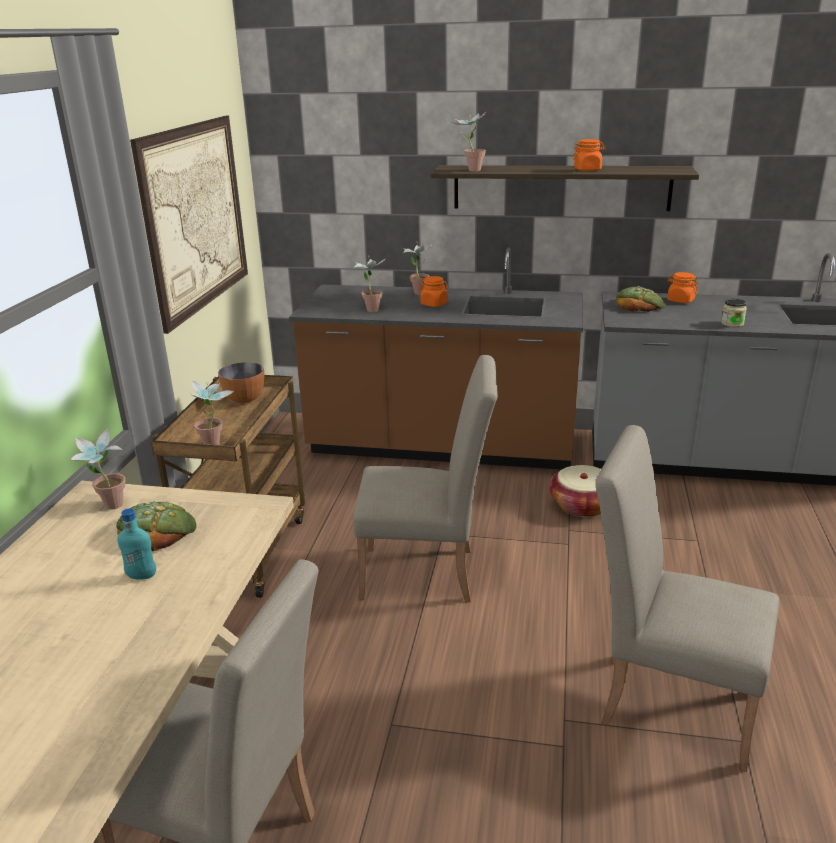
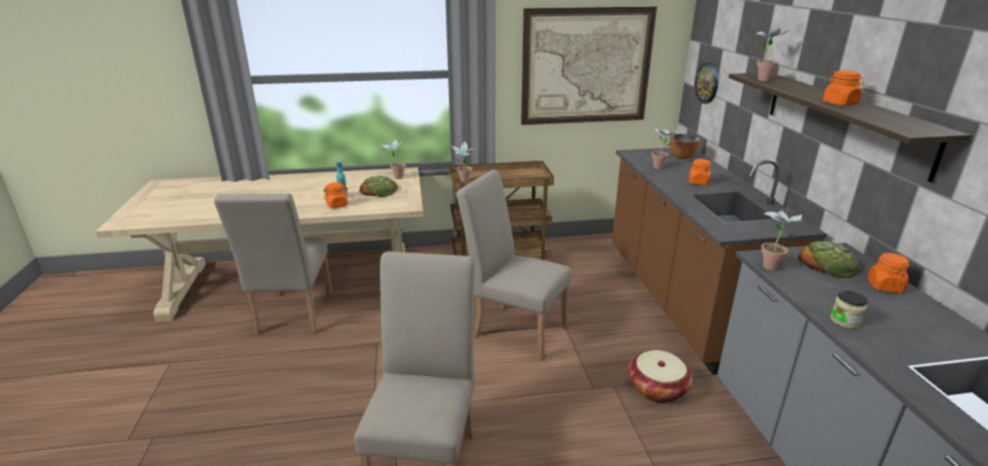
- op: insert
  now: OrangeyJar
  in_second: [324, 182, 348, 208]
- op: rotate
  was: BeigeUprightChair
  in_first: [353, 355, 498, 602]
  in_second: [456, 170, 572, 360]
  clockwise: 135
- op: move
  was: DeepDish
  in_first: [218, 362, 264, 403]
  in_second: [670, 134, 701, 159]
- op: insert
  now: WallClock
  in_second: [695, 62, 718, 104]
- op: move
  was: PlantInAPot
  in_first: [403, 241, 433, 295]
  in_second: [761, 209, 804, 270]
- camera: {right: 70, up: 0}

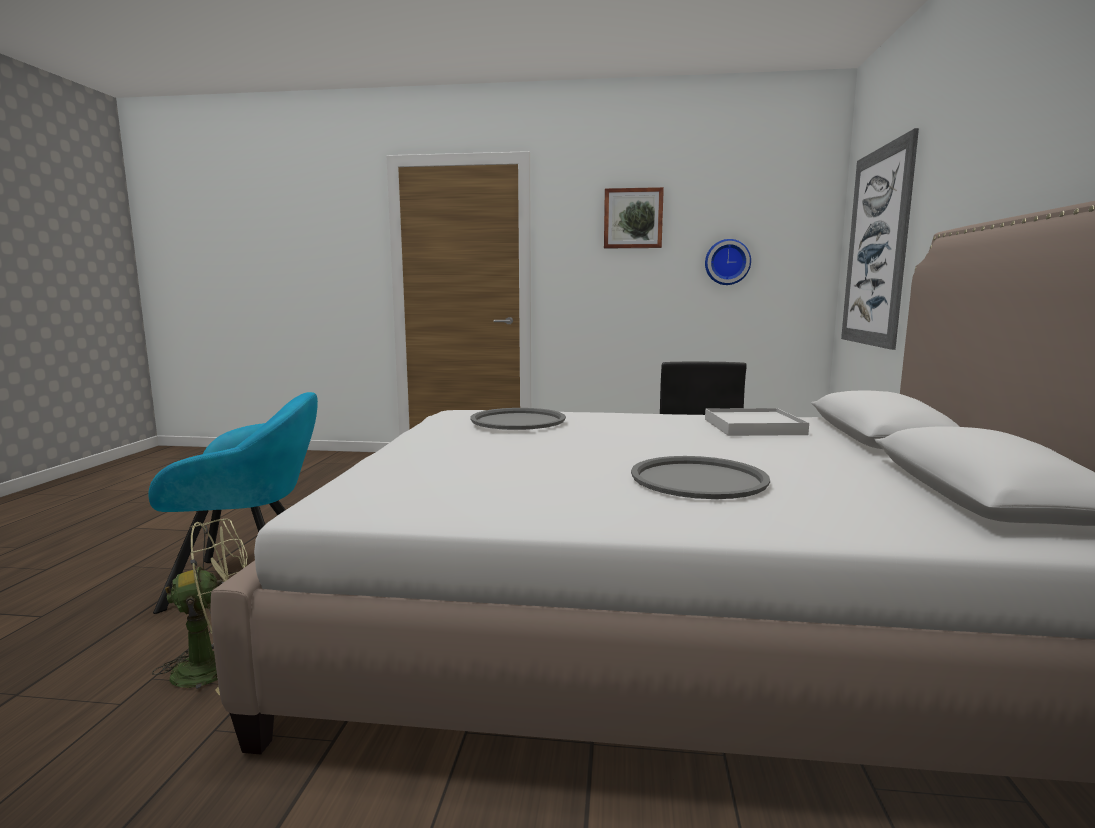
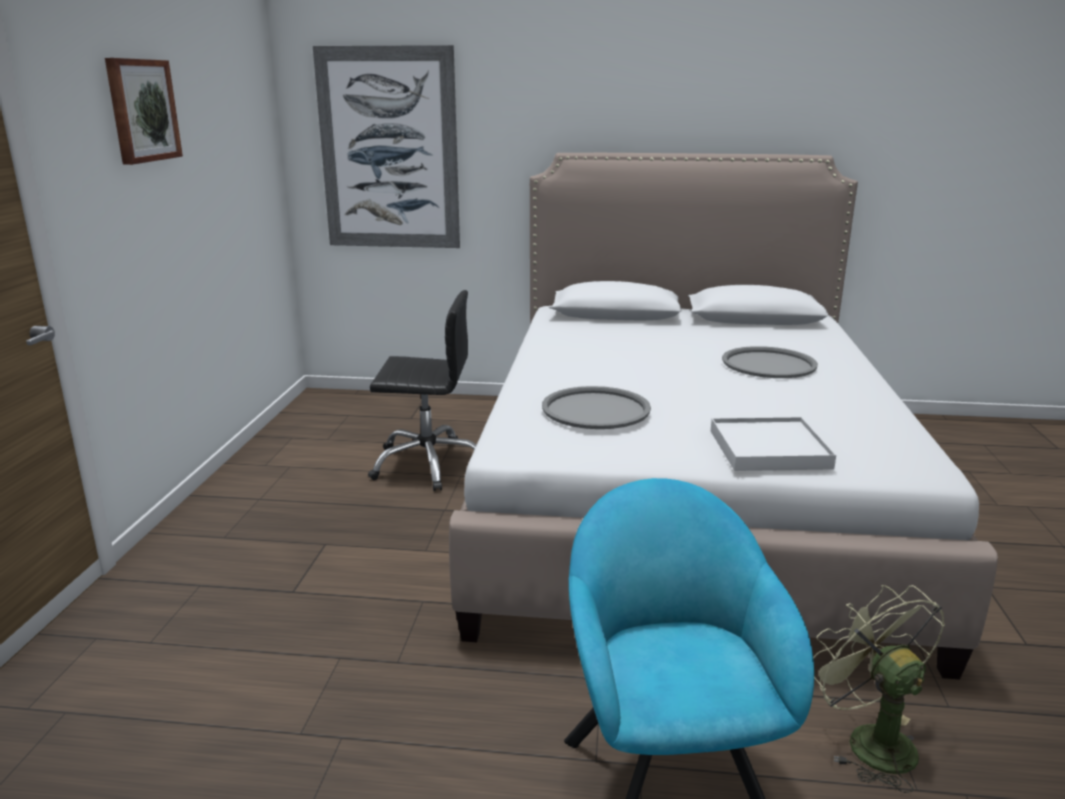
- op: move
  was: WhiteTray
  in_first: [705, 408, 809, 436]
  in_second: [711, 417, 836, 471]
- op: delete
  was: WallClock
  in_first: [705, 239, 751, 285]
- camera: {right: -90, up: 10}

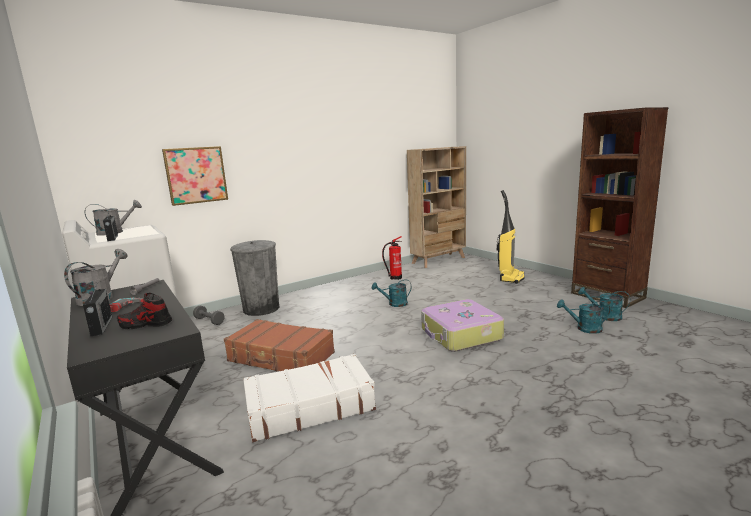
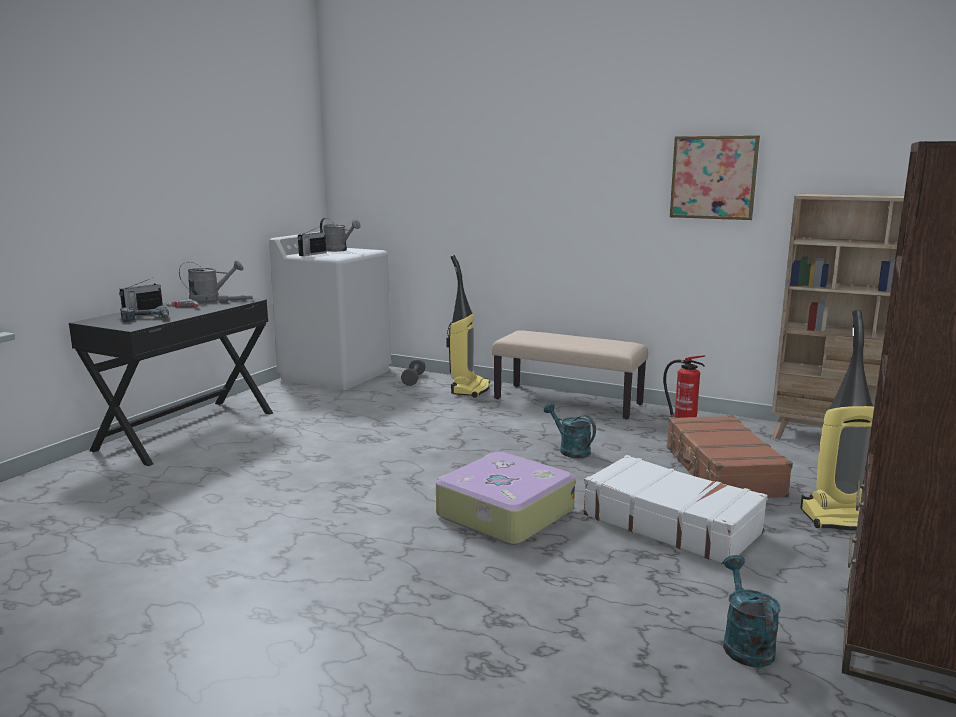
- op: replace
  was: Shoe
  now: Drill
  in_first: [117, 293, 172, 329]
  in_second: [120, 305, 169, 322]
- op: replace
  was: GreyishWasteBin
  now: Hoover
  in_first: [230, 240, 280, 316]
  in_second: [446, 255, 490, 398]
- op: insert
  now: BeigeIndoorBench
  in_second: [492, 331, 648, 419]
- op: move
  was: WhitePieceOfLuggage
  in_first: [243, 354, 376, 442]
  in_second: [583, 455, 767, 565]
- op: move
  was: BrownPieceOfLuggage
  in_first: [224, 319, 335, 372]
  in_second: [666, 415, 793, 498]
- op: move
  was: Picture
  in_first: [162, 146, 228, 206]
  in_second: [670, 135, 760, 220]
- op: delete
  was: TurquoiseWateringPot
  in_first: [557, 299, 610, 334]
- camera: {right: 60, up: 0}

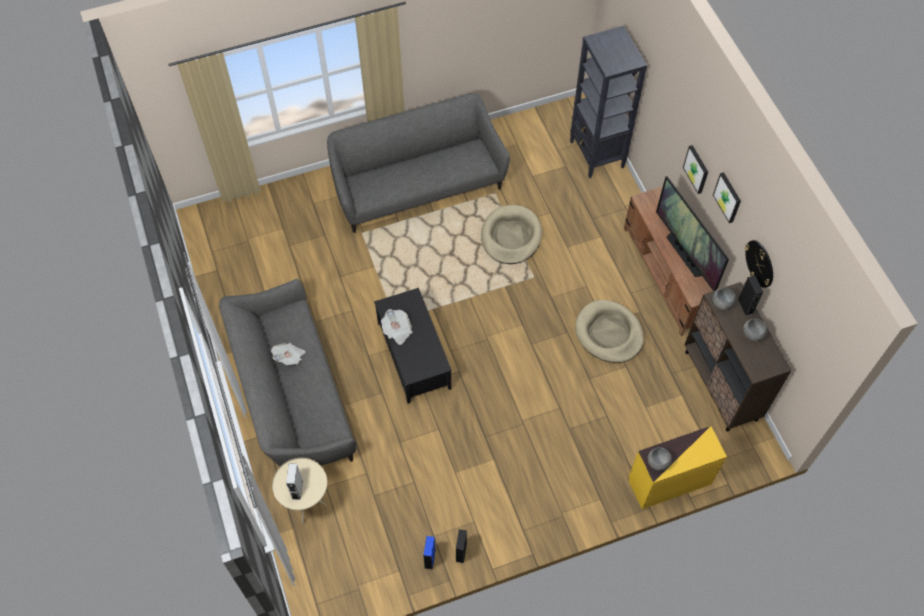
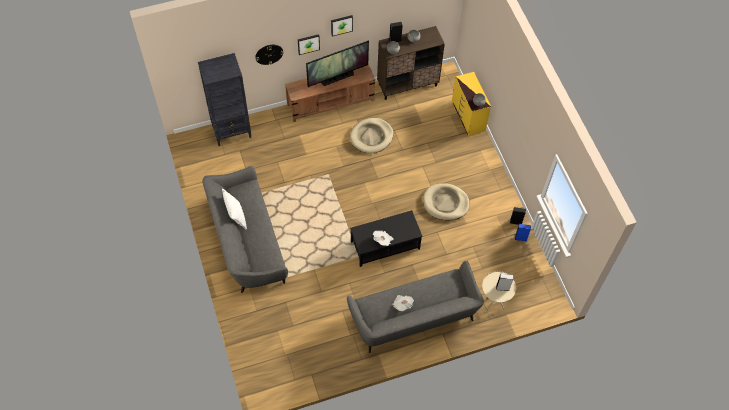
- op: insert
  now: WhiteThrowPillow
  in_second: [222, 188, 247, 230]
- op: move
  was: WallClock
  in_first: [745, 240, 773, 288]
  in_second: [255, 45, 283, 65]
- op: move
  was: BeigePetBed
  in_first: [481, 205, 542, 264]
  in_second: [423, 183, 470, 221]
- camera: {right: -90, up: 0}

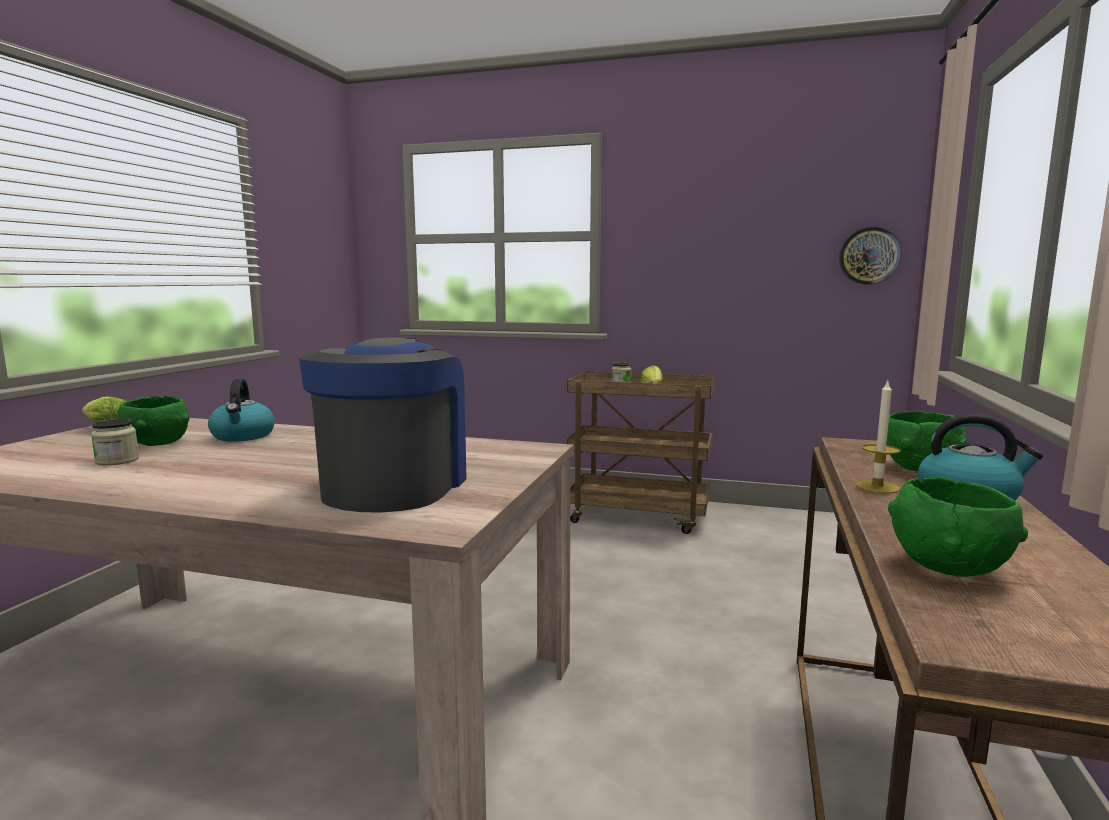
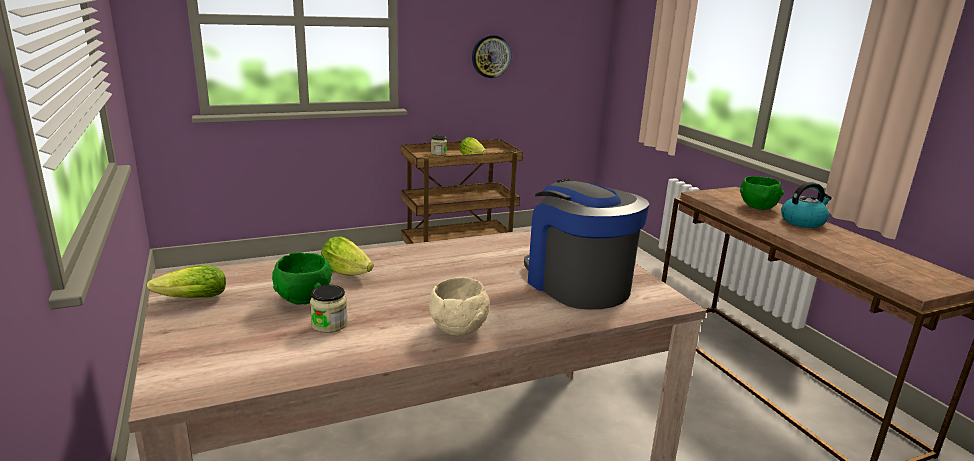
- op: replace
  was: Kettle
  now: LettuceHead
  in_first: [208, 379, 275, 442]
  in_second: [321, 237, 374, 276]
- op: insert
  now: BeigeDeepDish
  in_second: [429, 277, 490, 336]
- op: move
  was: WallClock
  in_first: [839, 227, 901, 285]
  in_second: [472, 35, 511, 78]
- op: delete
  was: Candle
  in_first: [855, 380, 900, 494]
- op: delete
  was: GreenishDeepDish
  in_first: [888, 477, 1028, 577]
- camera: {right: -40, up: 10}

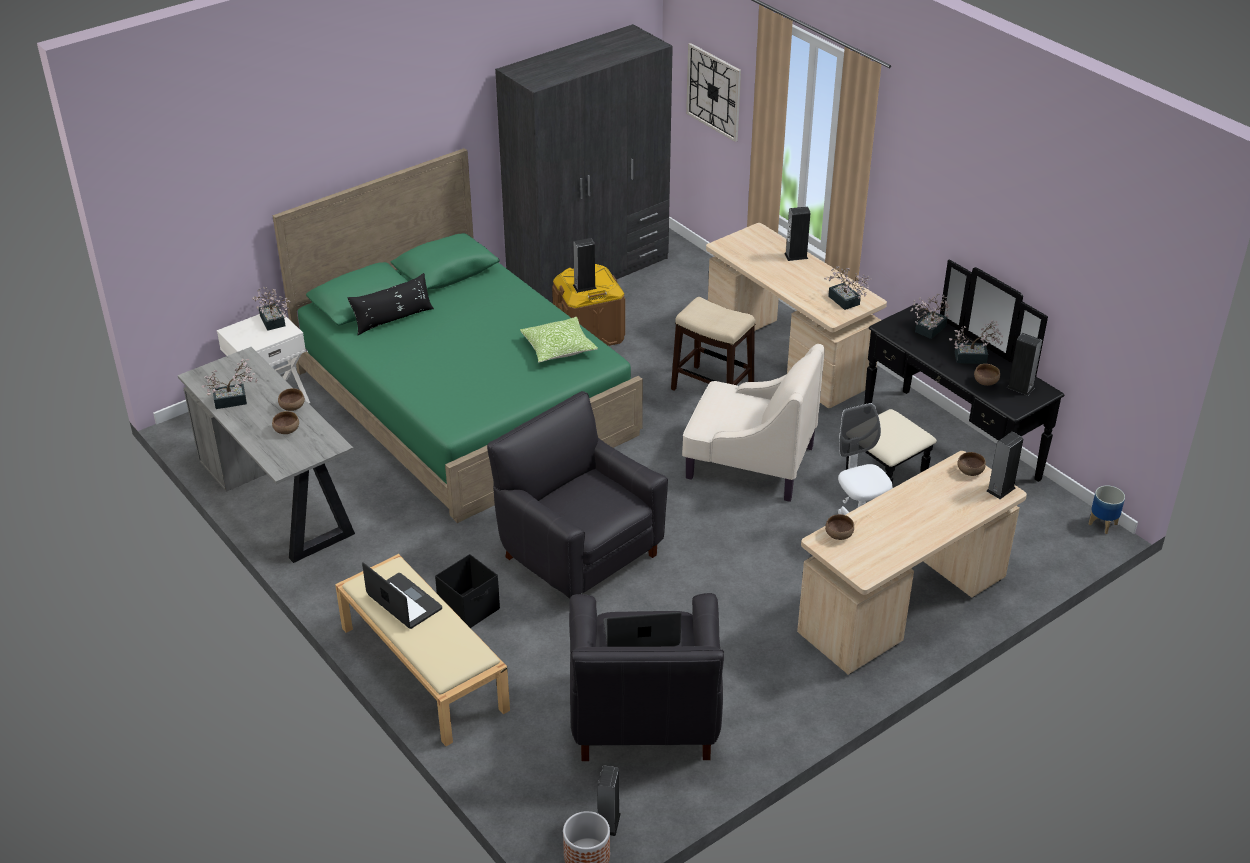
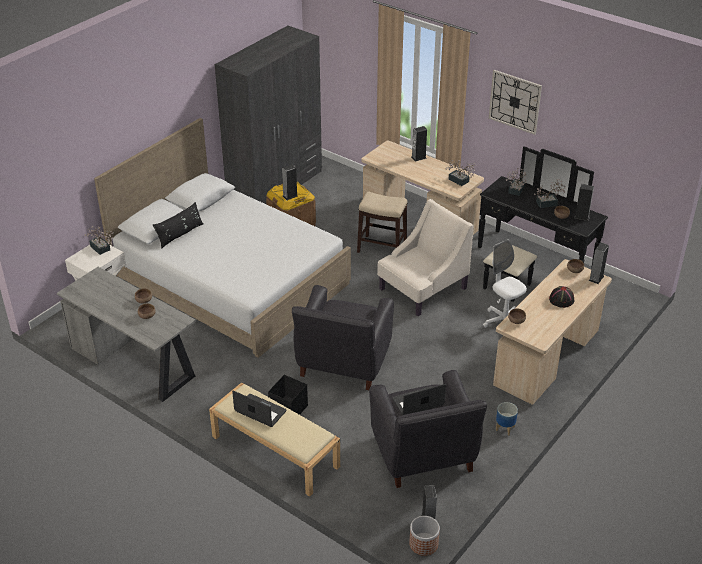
- op: recolor
  was: GreenishSleepingBed
  now: WhiteSleepingBed
  in_first: [272, 148, 643, 523]
  in_second: [94, 118, 351, 358]
- op: rotate
  was: BlackishEasyChair
  in_first: [487, 391, 668, 599]
  in_second: [292, 285, 394, 390]
  clockwise: -105
- op: rotate
  was: BeigeEasyChair
  in_first: [682, 344, 825, 502]
  in_second: [377, 199, 474, 316]
  clockwise: -45
- op: move
  was: WallClock
  in_first: [686, 43, 741, 142]
  in_second: [489, 70, 542, 135]
- op: move
  was: PlantPot
  in_first: [1089, 485, 1125, 534]
  in_second: [496, 402, 518, 436]
- op: insert
  now: BlackishWearableHat
  in_second: [549, 286, 574, 308]
- op: delete
  was: PlantInAPot
  in_first: [202, 359, 257, 409]
- op: delete
  was: ThrowPillow
  in_first: [520, 317, 598, 363]
- camera: {right: -15, up: 0}

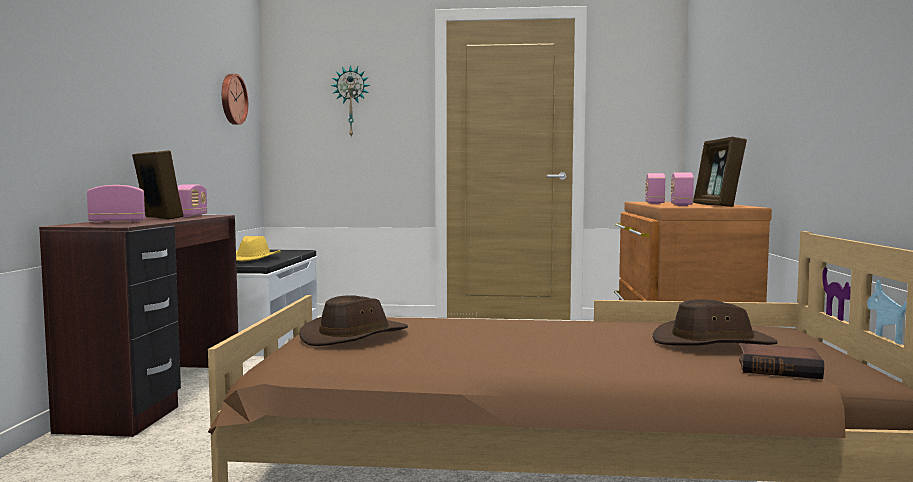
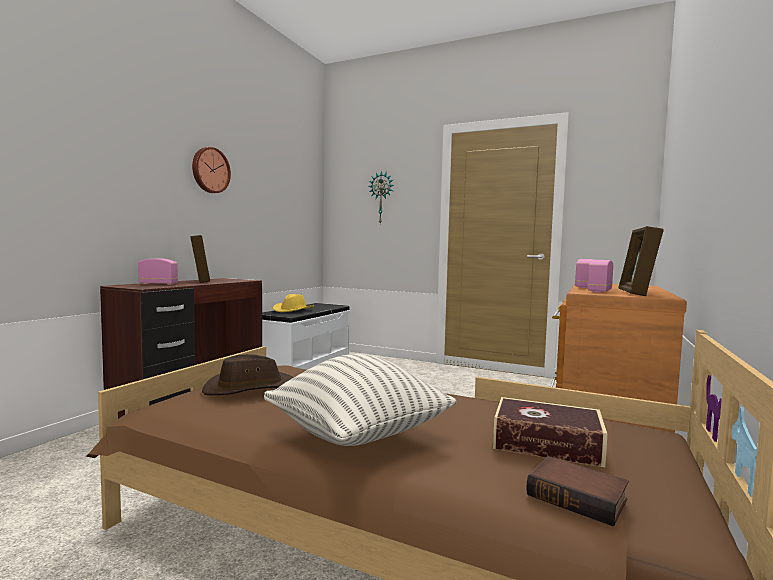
- op: move
  was: WallClock
  in_first: [222, 74, 248, 125]
  in_second: [192, 147, 231, 193]
- op: insert
  now: ThrowPillow
  in_second: [264, 354, 457, 446]
- op: replace
  was: BrownWearableHat
  now: Volume
  in_first: [653, 299, 778, 345]
  in_second: [493, 397, 607, 467]
- op: delete
  was: Radio
  in_first: [177, 185, 207, 217]
- camera: {right: 20, up: 0}

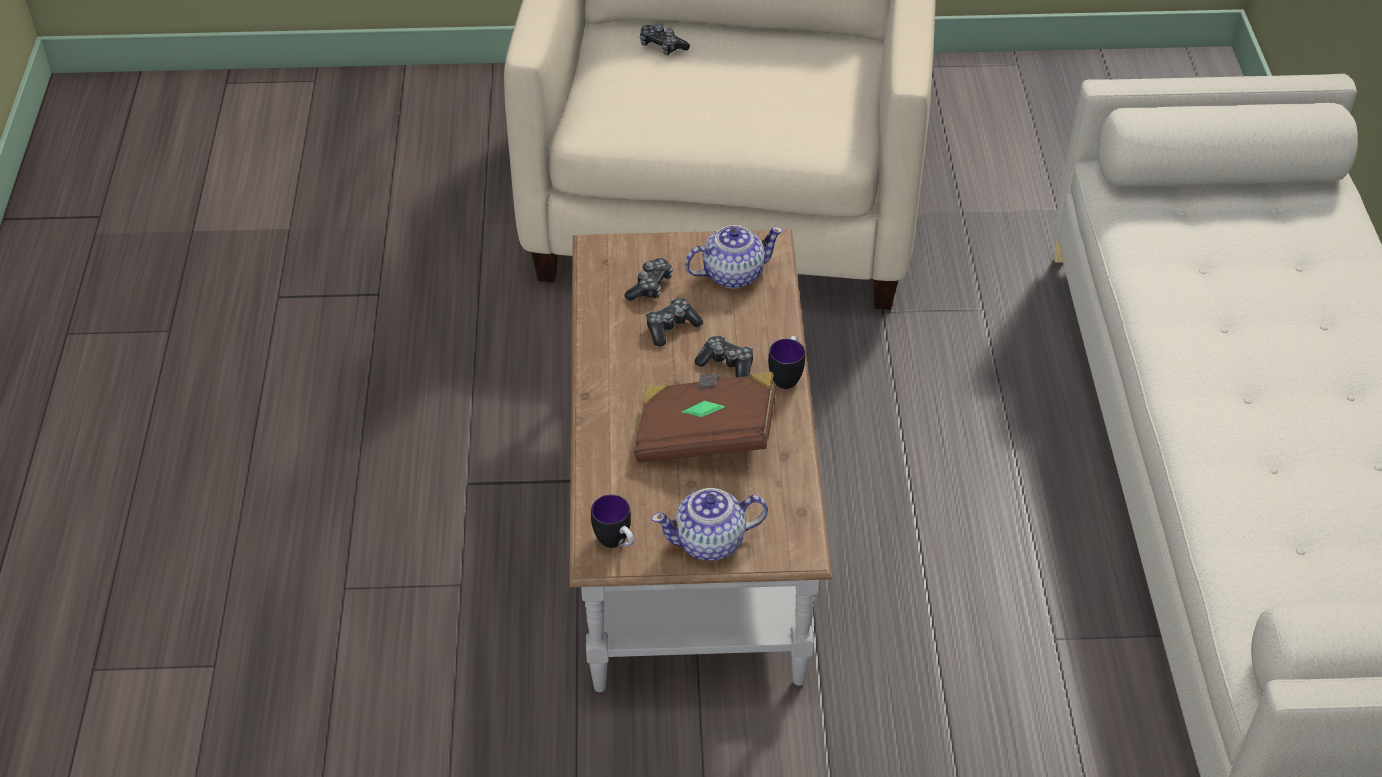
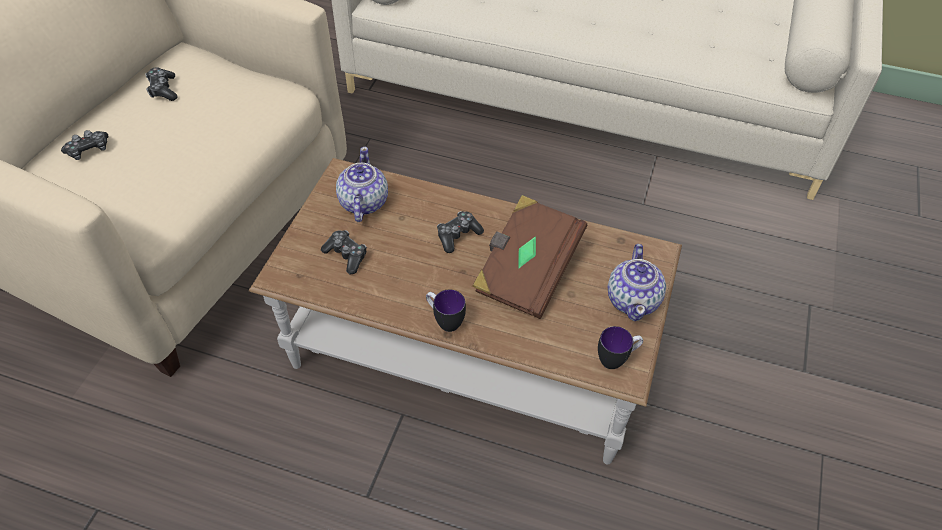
- op: move
  was: Gamepad
  in_first: [646, 298, 703, 347]
  in_second: [145, 67, 178, 101]
- op: move
  was: CoffeeMug
  in_first: [768, 336, 805, 389]
  in_second: [426, 289, 466, 332]
- camera: {right: -70, up: 5}

